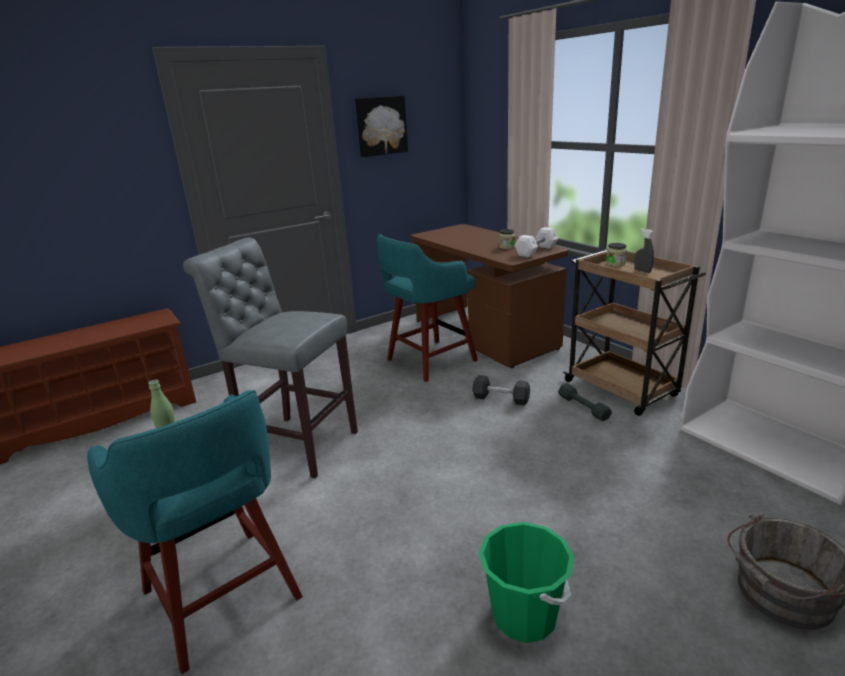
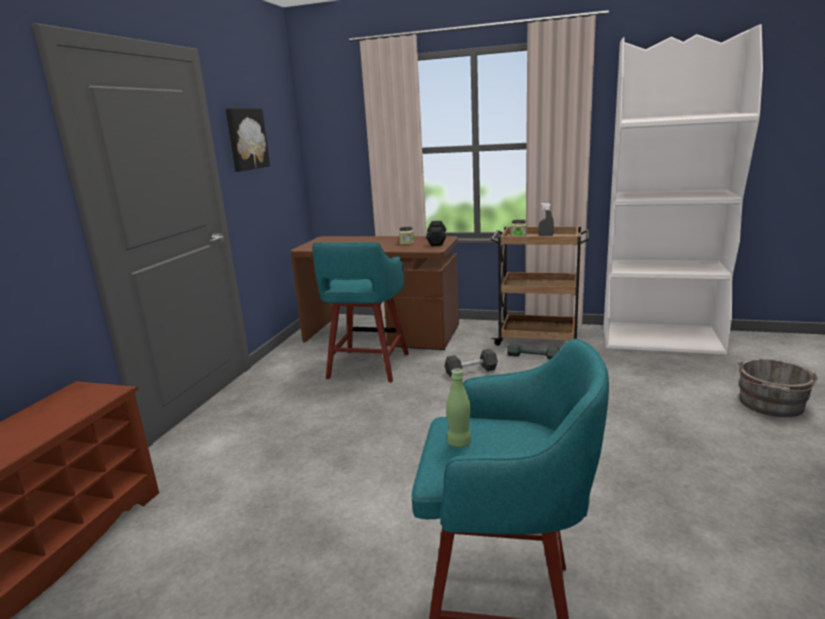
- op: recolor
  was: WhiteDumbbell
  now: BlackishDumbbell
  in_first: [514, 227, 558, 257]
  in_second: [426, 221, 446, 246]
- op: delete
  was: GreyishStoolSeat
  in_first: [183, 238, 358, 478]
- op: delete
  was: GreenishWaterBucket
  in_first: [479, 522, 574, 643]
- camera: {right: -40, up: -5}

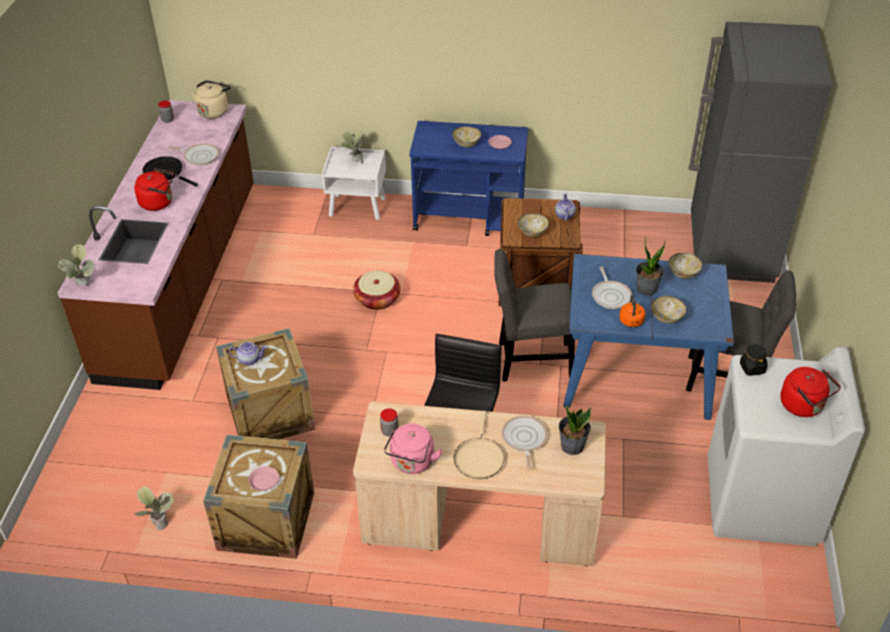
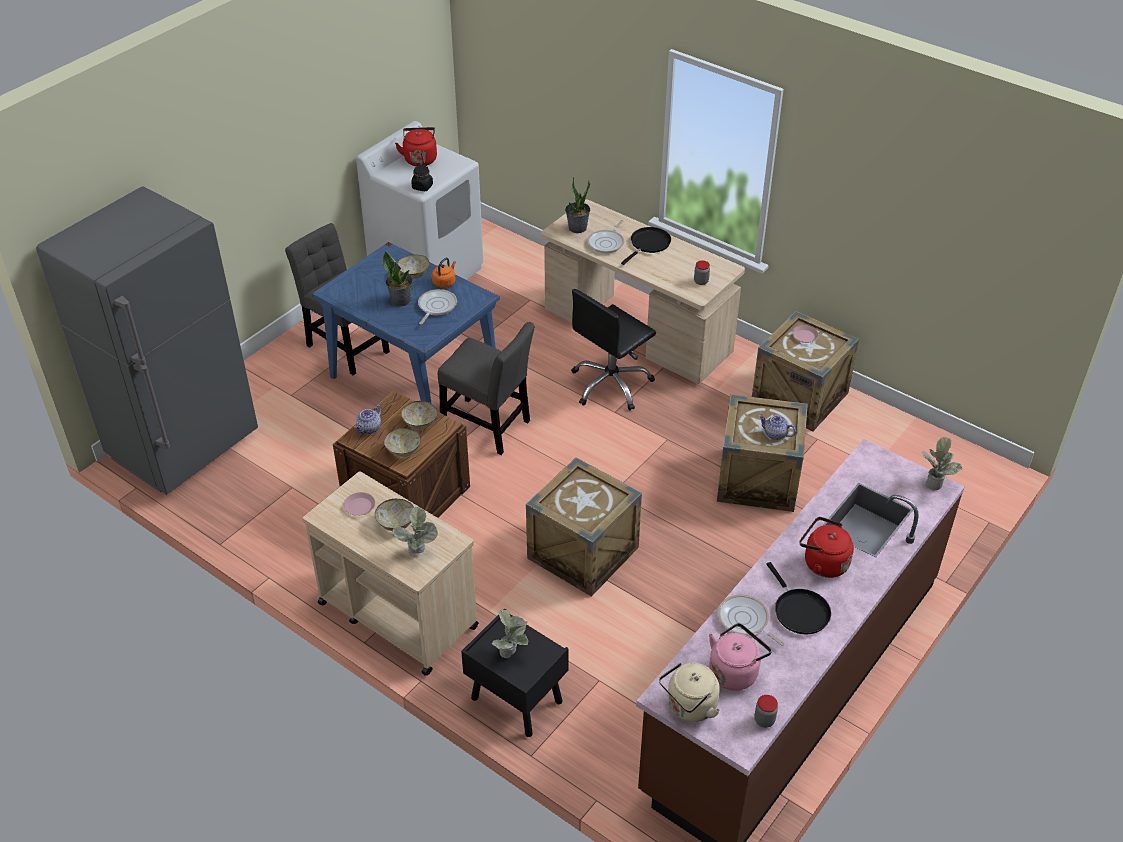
- op: recolor
  was: BlueTrolley
  now: BeigeTrolley
  in_first: [409, 121, 528, 236]
  in_second: [303, 471, 479, 676]
- op: move
  was: DeepDish
  in_first: [668, 253, 703, 279]
  in_second: [384, 428, 421, 457]
- op: move
  was: PlantInAPot
  in_first: [135, 487, 174, 530]
  in_second: [392, 507, 438, 554]
- op: recolor
  was: WhiteNightstand
  now: BlackishNightstand
  in_first: [322, 147, 386, 220]
  in_second: [461, 609, 569, 737]
- op: replace
  was: Basket
  now: PackingCrate
  in_first: [353, 271, 401, 310]
  in_second: [526, 457, 642, 597]
- op: recolor
  was: BeigeSkillet
  now: BlackishSkillet
  in_first: [453, 411, 504, 480]
  in_second: [621, 227, 671, 265]
- op: move
  was: PinkKettle
  in_first: [384, 423, 442, 474]
  in_second: [709, 623, 772, 691]
- camera: {right: -150, up: 0}

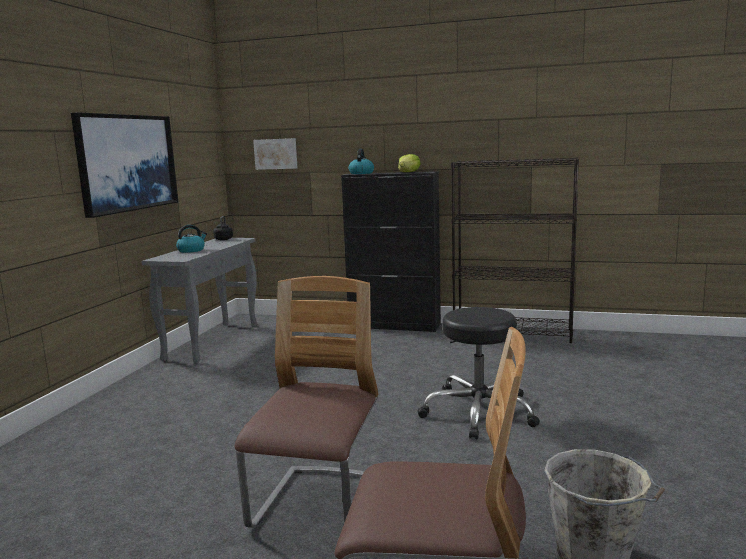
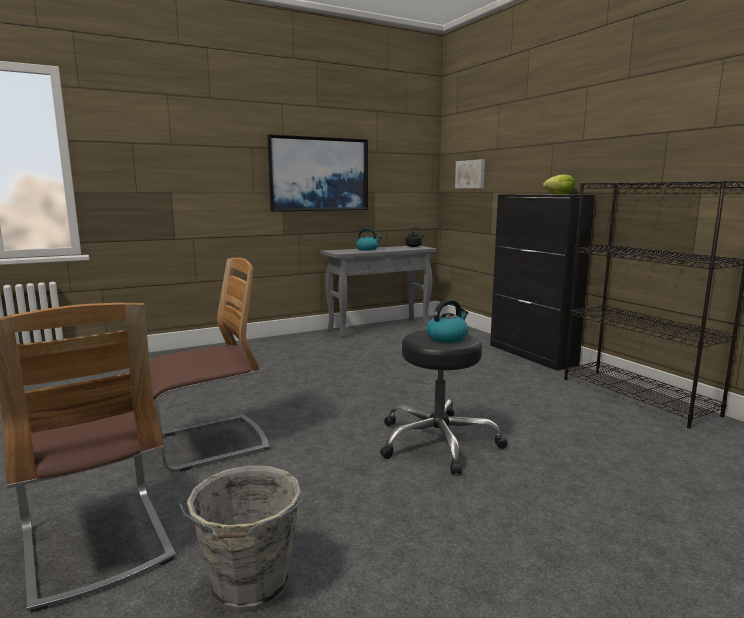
- op: move
  was: Kettle
  in_first: [348, 149, 374, 174]
  in_second: [427, 299, 469, 343]
- camera: {right: 45, up: 0}

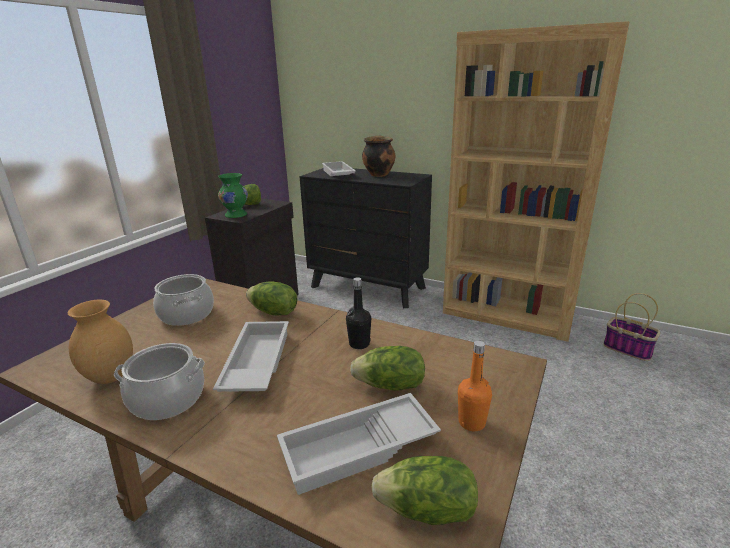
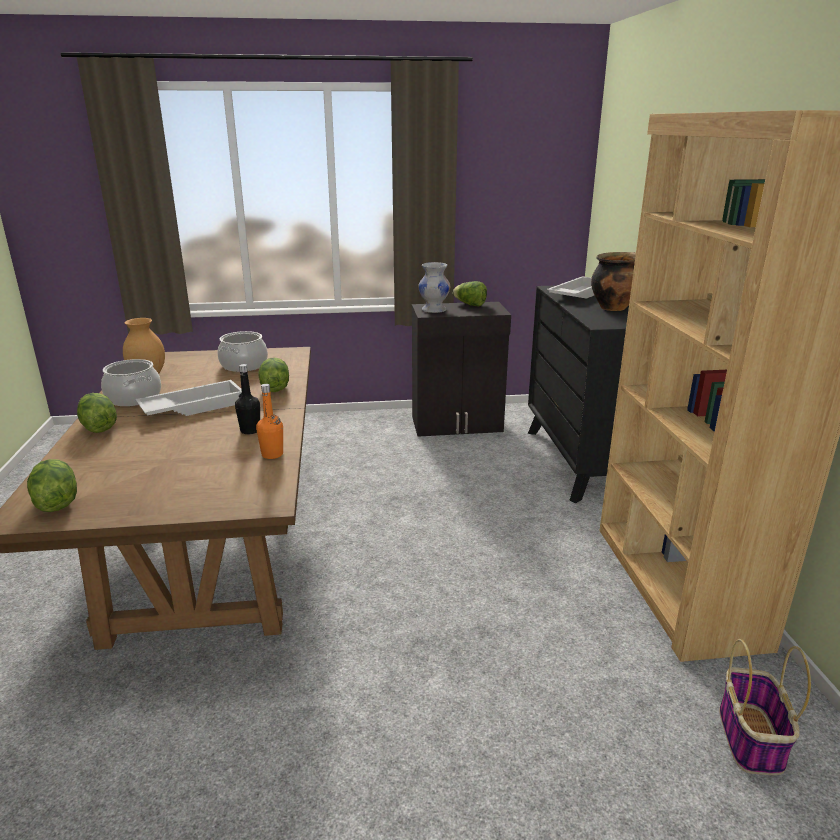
- op: move
  was: LettuceHead
  in_first: [350, 346, 425, 391]
  in_second: [77, 393, 117, 433]
- op: move
  was: OrangeyBeverageBottle
  in_first: [458, 341, 492, 431]
  in_second: [256, 384, 283, 459]
- op: recolor
  was: GreenishFlowerVase
  now: WhiteFlowerVase
  in_first: [218, 173, 248, 218]
  in_second: [418, 262, 450, 313]
- op: delete
  was: WhiteTray
  in_first: [277, 393, 441, 495]
- camera: {right: 55, up: 0}

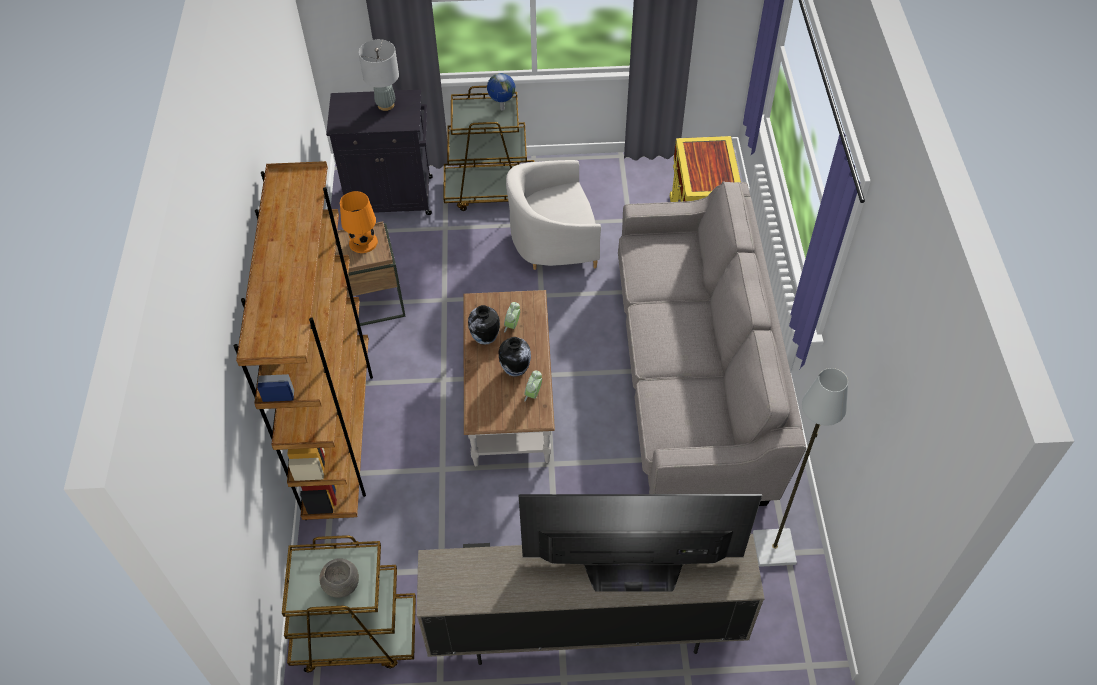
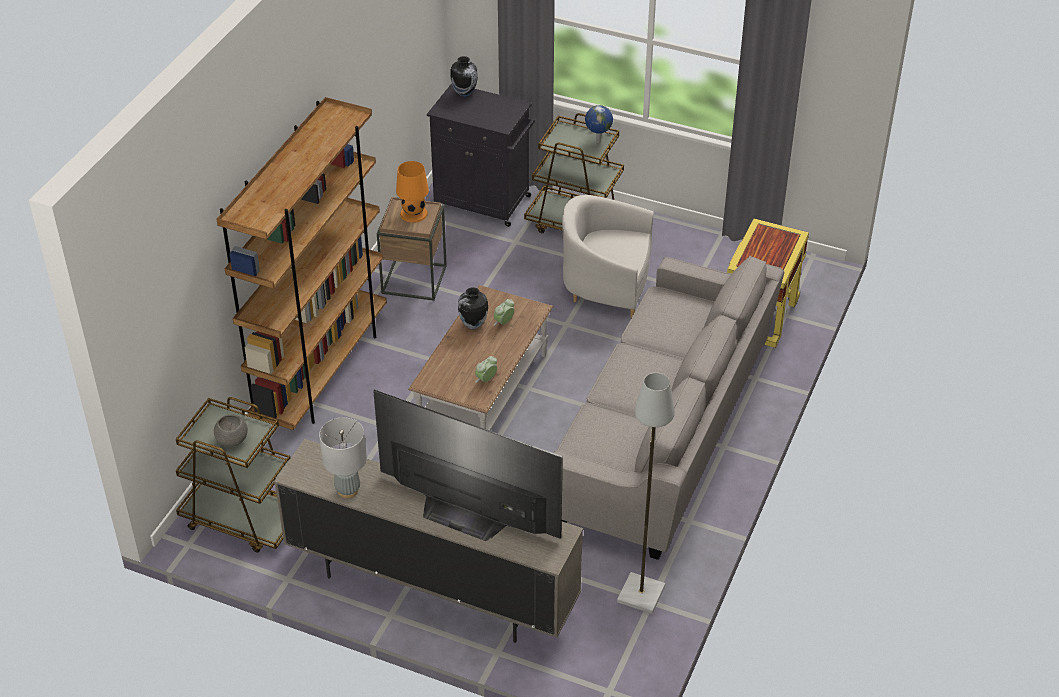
- op: move
  was: GreyishTabletopLamp
  in_first: [358, 39, 399, 111]
  in_second: [319, 417, 367, 498]
- op: move
  was: FlowerVase
  in_first: [499, 337, 531, 376]
  in_second: [451, 56, 478, 97]
- camera: {right: 25, up: -10}

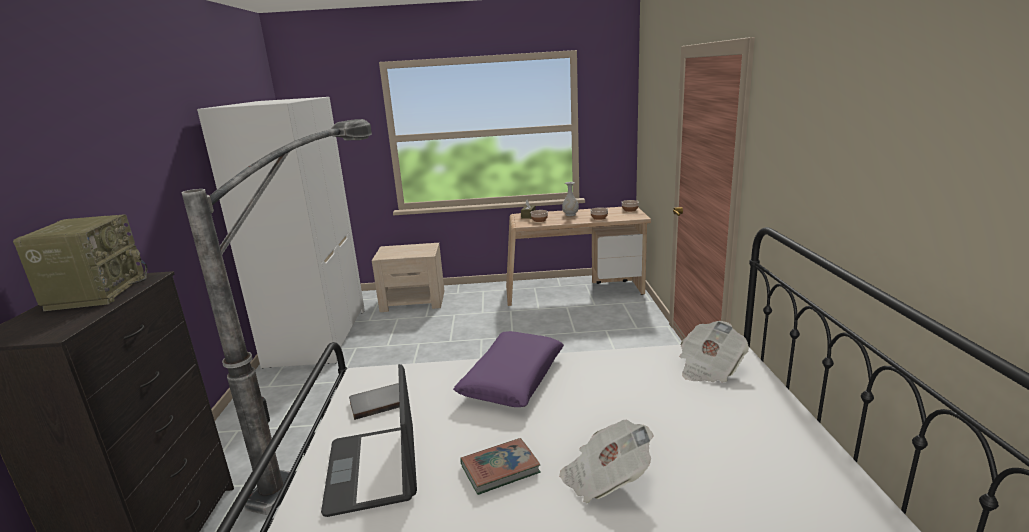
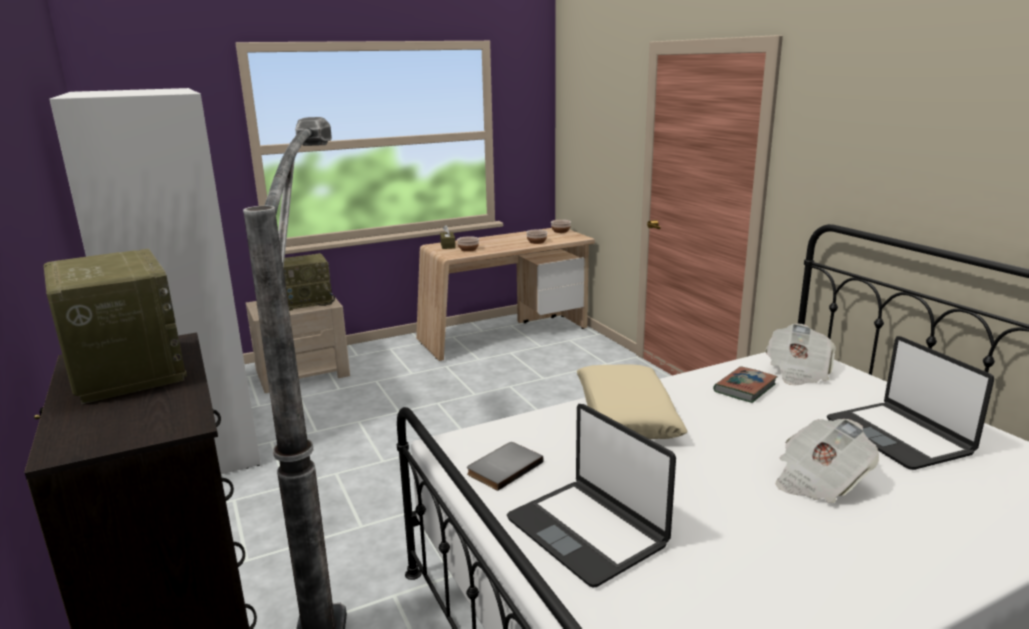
- op: insert
  now: Radio
  in_second: [284, 253, 335, 311]
- op: recolor
  was: PurpleColouredThrowPillow
  now: BeigeThrowPillow
  in_first: [453, 331, 564, 407]
  in_second: [577, 365, 688, 439]
- op: move
  was: Volume
  in_first: [460, 438, 541, 495]
  in_second: [713, 366, 778, 403]
- op: insert
  now: Laptop
  in_second: [827, 336, 994, 470]
- op: delete
  was: WhiteFlowerVase
  in_first: [562, 182, 579, 216]
- camera: {right: -25, up: 0}

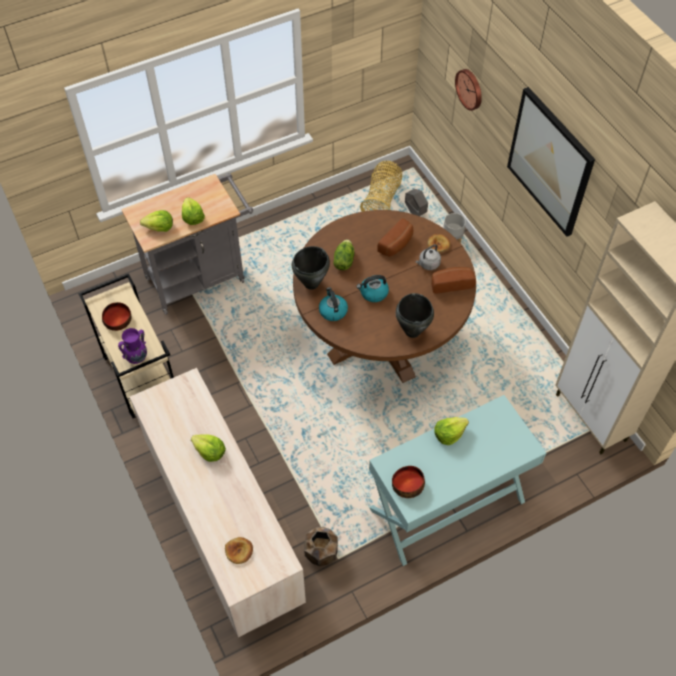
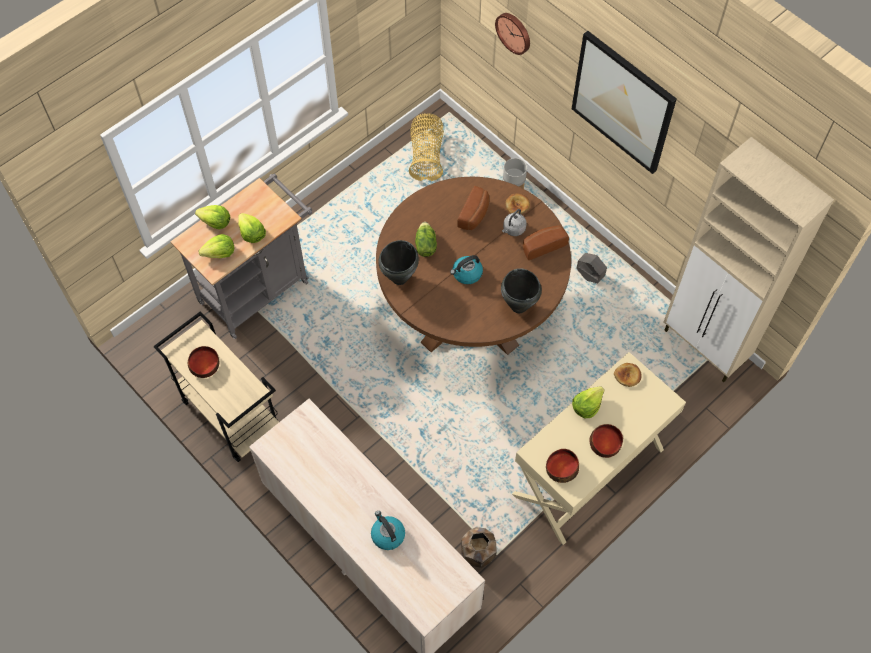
- op: move
  was: LettuceHead
  in_first: [191, 434, 226, 462]
  in_second: [195, 205, 230, 229]
- op: move
  was: Kettle
  in_first: [319, 287, 348, 321]
  in_second: [371, 511, 405, 550]
- op: recolor
  was: TurquoiseConsoleTable
  now: BeigeConsoleTable
  in_first: [369, 395, 546, 566]
  in_second: [512, 352, 686, 545]
- op: move
  was: GreyishPlantPot
  in_first: [405, 189, 428, 216]
  in_second: [576, 253, 607, 283]
- op: insert
  now: DeepDish
  in_second: [590, 424, 623, 458]
- op: move
  was: Bread
  in_first: [225, 537, 253, 564]
  in_second: [614, 363, 642, 387]
- op: delete
  was: PurpleColouredFlowerVase
  in_first: [118, 328, 147, 364]
- camera: {right: -15, up: 5}

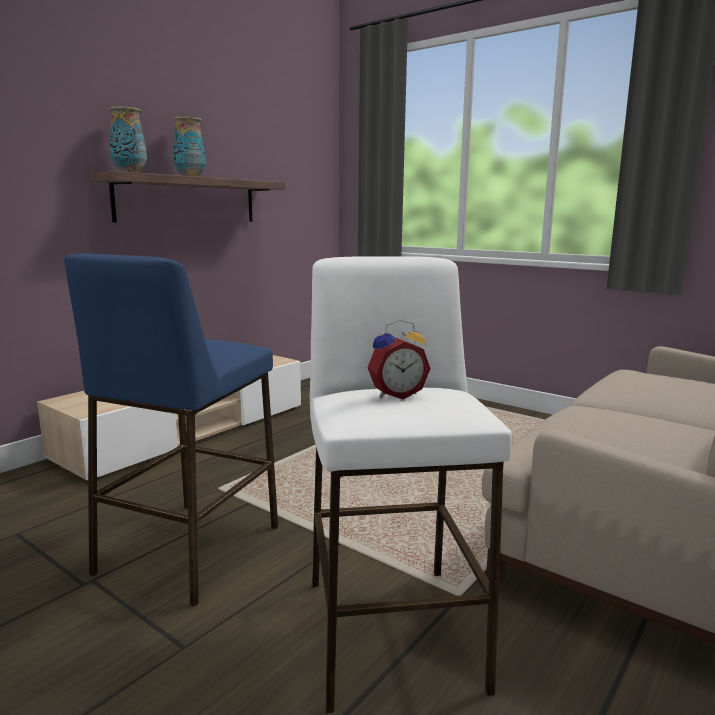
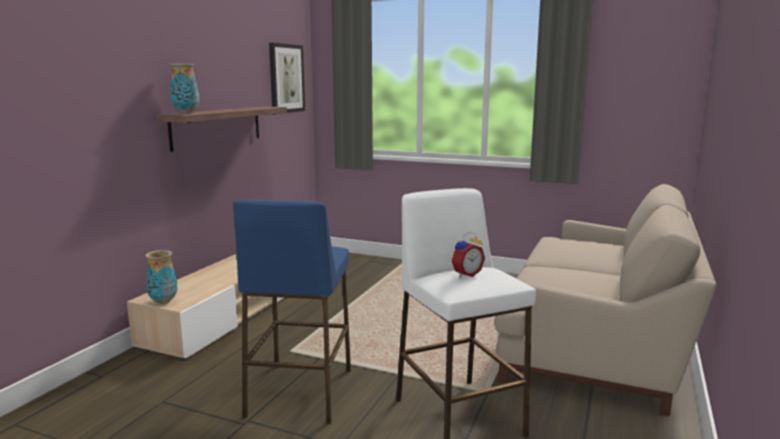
- op: move
  was: FlowerVase
  in_first: [173, 117, 206, 177]
  in_second: [146, 250, 178, 304]
- op: insert
  now: Picture
  in_second: [269, 43, 305, 114]
- camera: {right: -15, up: 0}

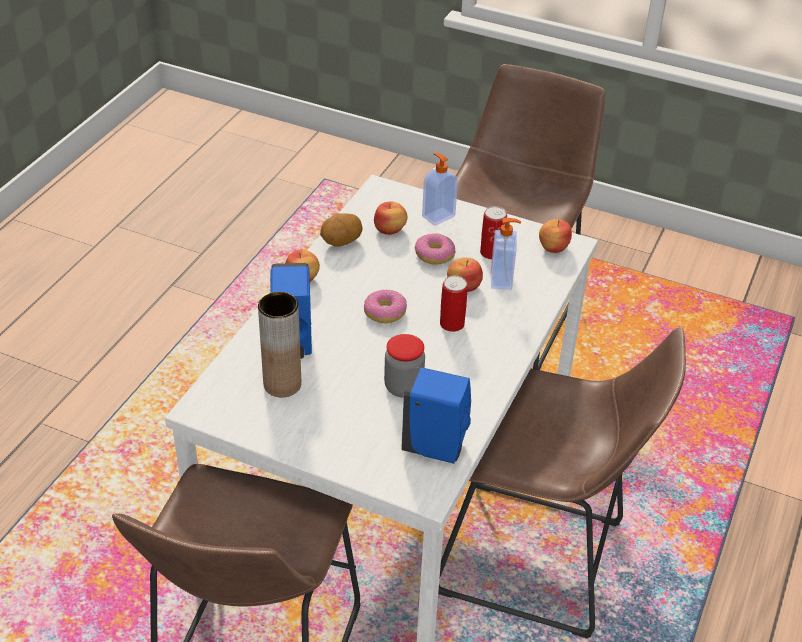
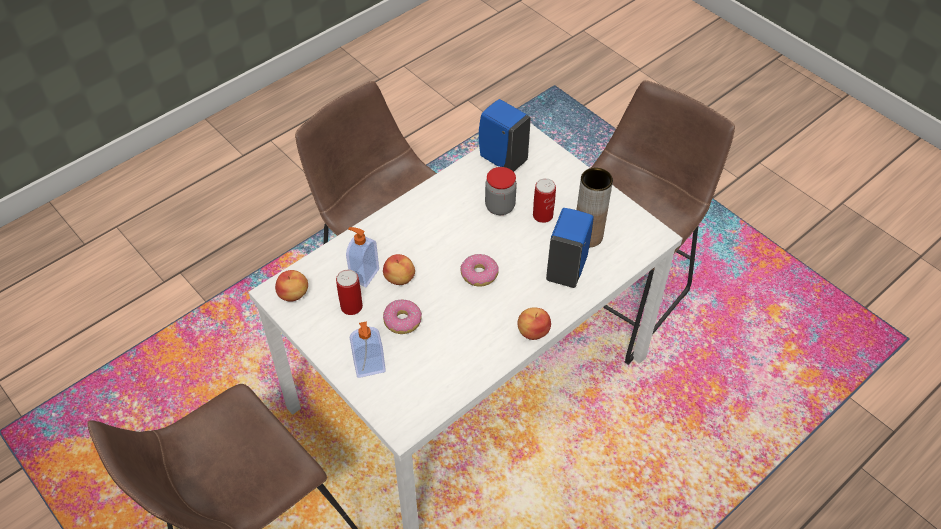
- op: move
  was: MetalCan
  in_first: [440, 276, 468, 332]
  in_second: [533, 178, 556, 223]
- op: delete
  was: Spud
  in_first: [320, 213, 363, 247]
- op: delete
  was: WholeApple
  in_first: [374, 202, 407, 235]
- camera: {right: -155, up: 10}

